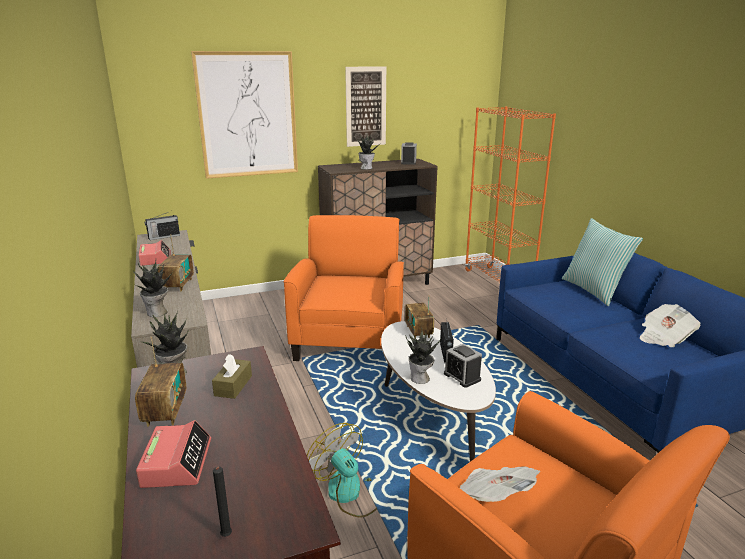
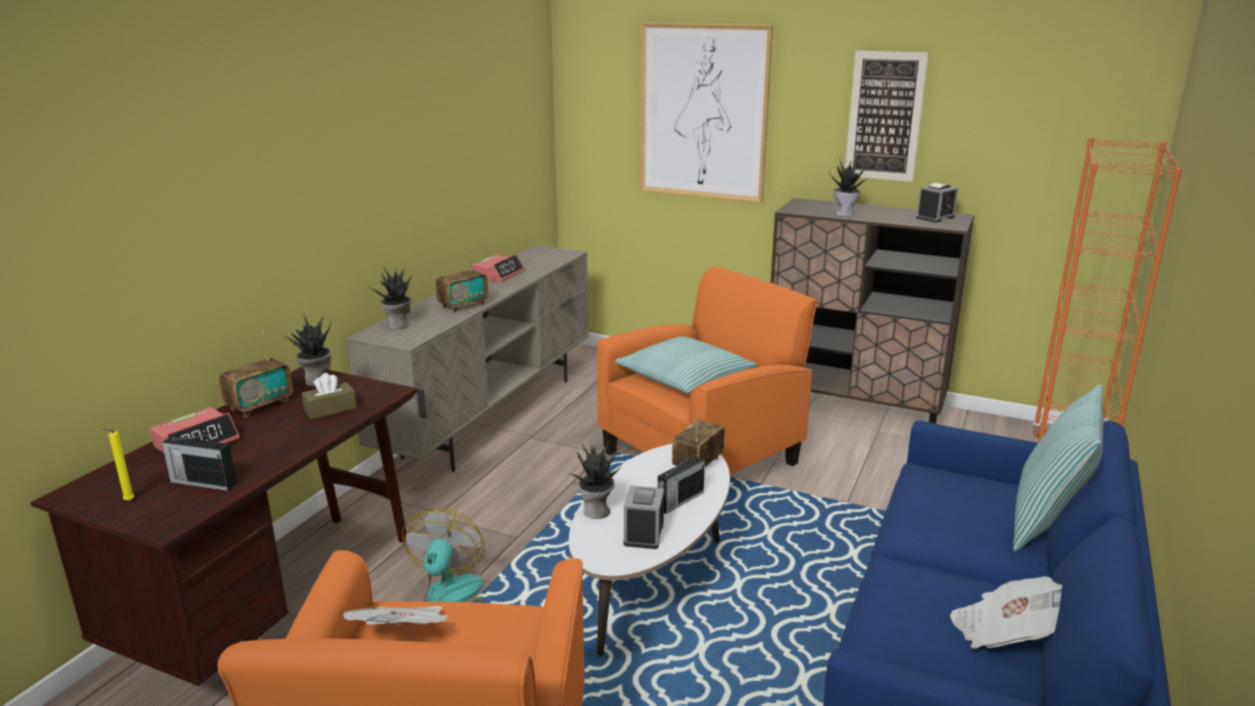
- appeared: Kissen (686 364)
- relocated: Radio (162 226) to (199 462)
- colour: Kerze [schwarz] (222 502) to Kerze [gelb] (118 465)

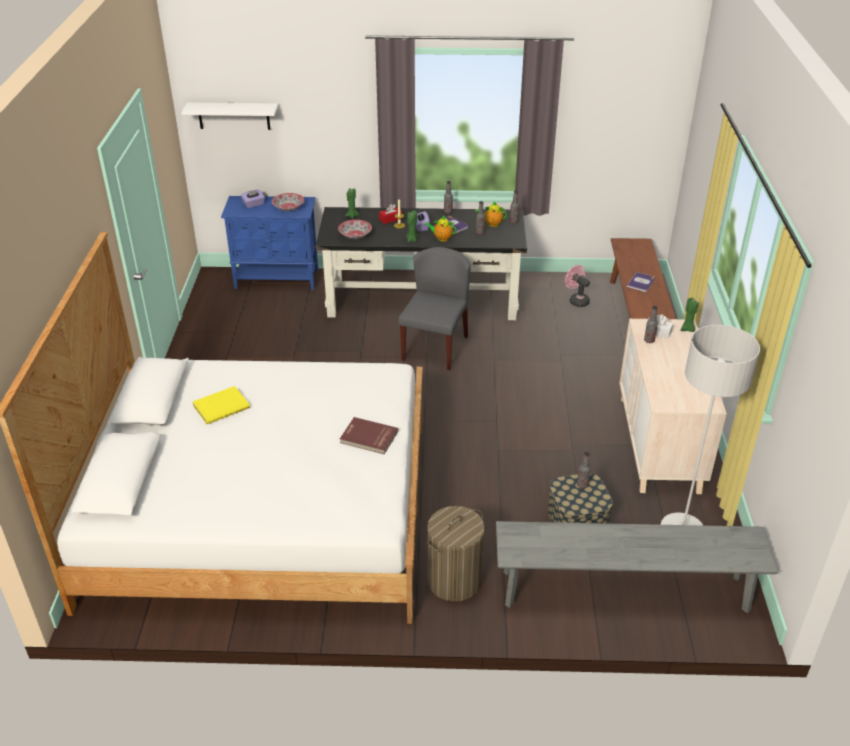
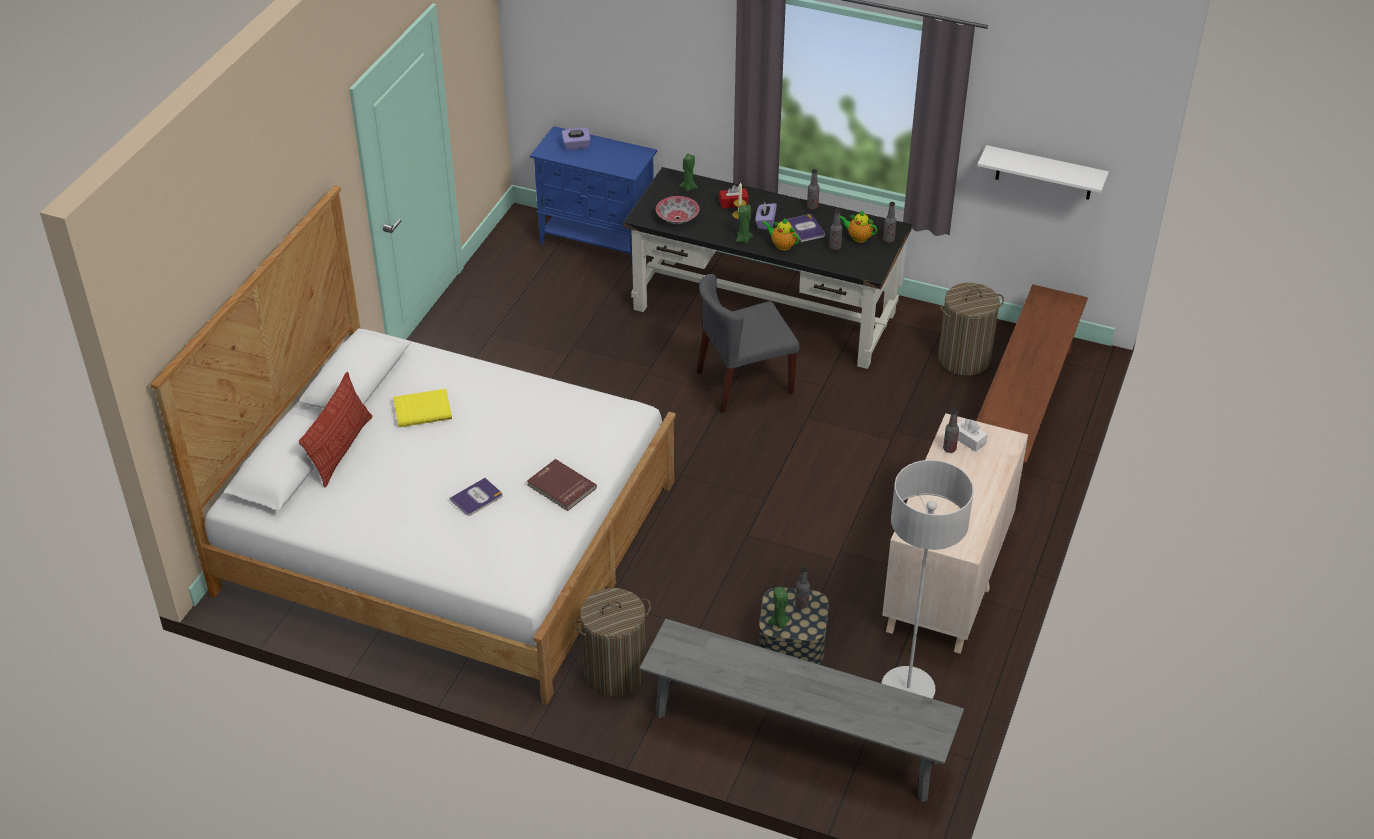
- missing: Schüssel (288 202)
- appeared: Kissen (336 430)
- relocated: Wandregal [weiß] (229 116) to (1043 172)
- relocated: Buch (641 282) to (476 497)
- relocated: Kerze [grün] (689 315) to (779 608)
- exchanged: Ventilator [rosa] (577 286) to Wäschekorb (971 329)
- spun: Stuhl [grau] (434 308) = (748 343) 150 degrees counterclockwise

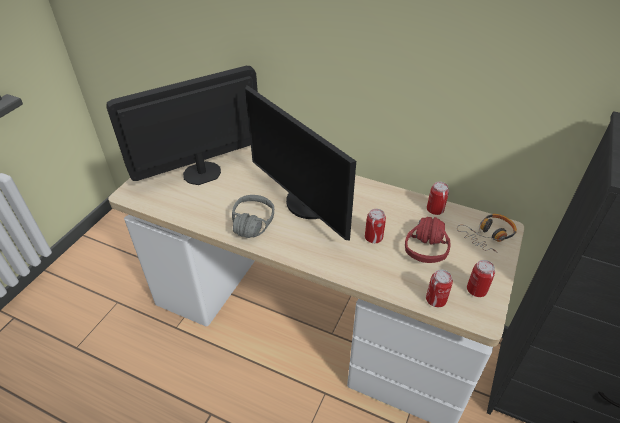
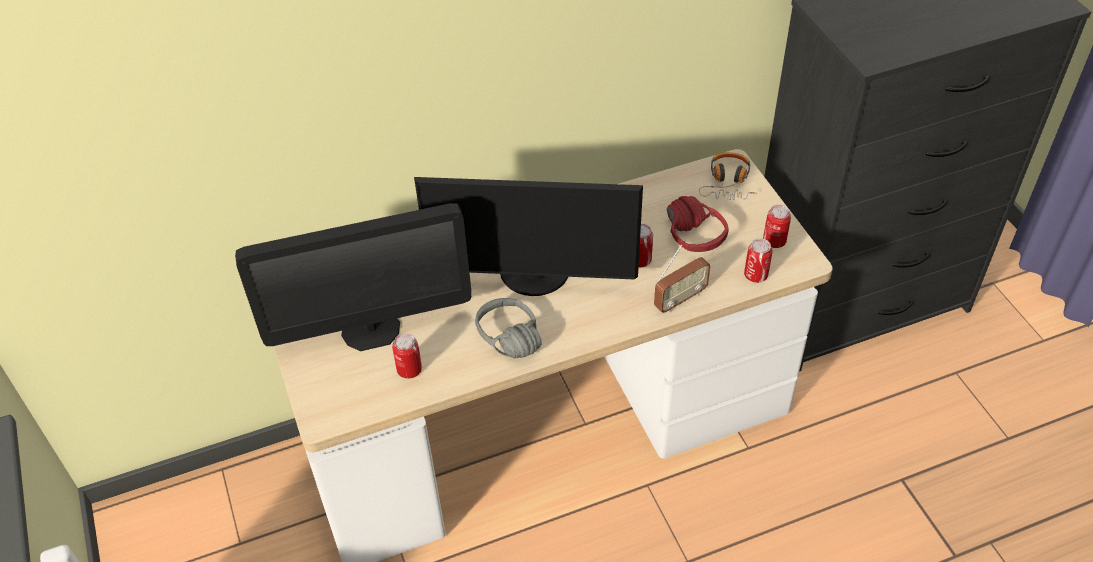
- appeared: Radio (682 278)
- relocated: Dose (438 198) to (407 356)
- spun: Monitor (182 125) = (353 277) 120 degrees counterclockwise

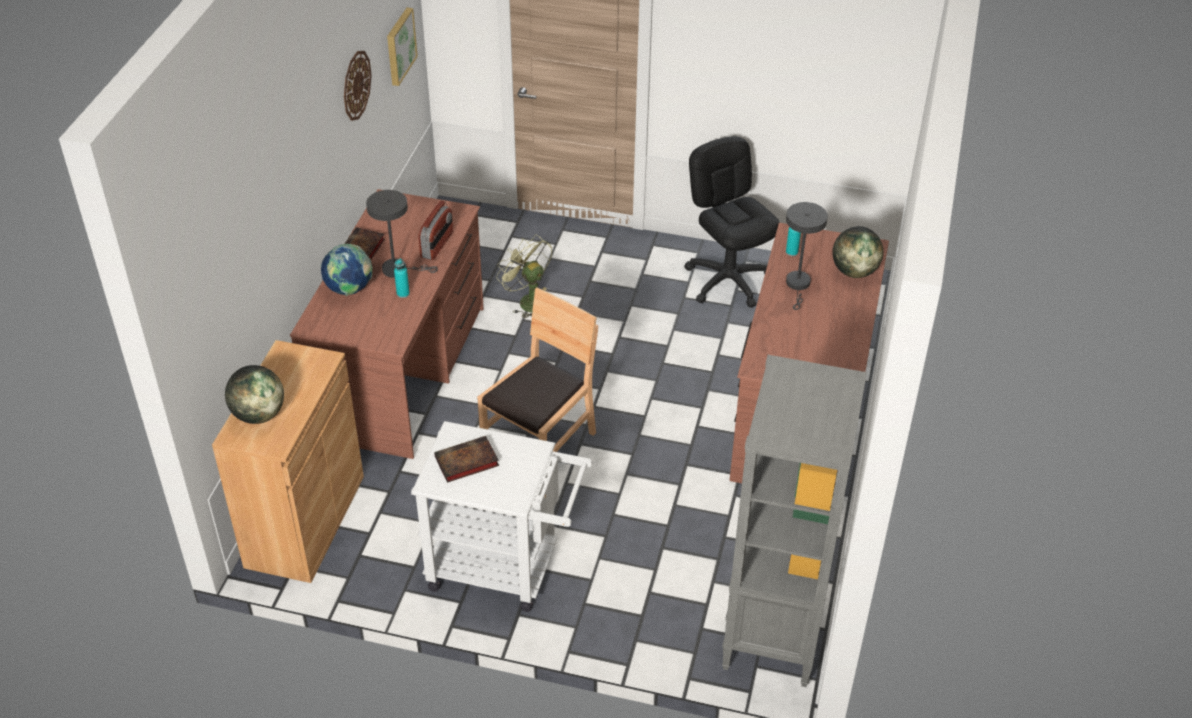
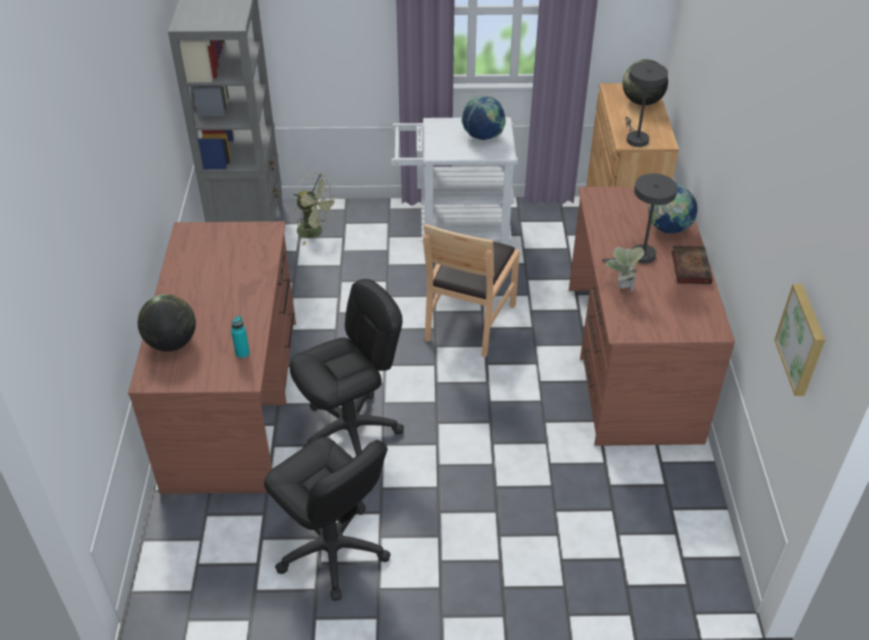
- missing: Wanduhr (358 86)
- missing: Flasche [türkis] (402 278)
- appeared: Bürostuhl [schwarz] (347 367)
- relocated: Ventilator [grün] (524 276) to (315 209)
- relocated: Tischlampe [grau] (807 256) to (646 104)
- exchanged: Radio (435 230) to Topfpflanze (625 269)
- exchanged: Buch (466 459) to Globus (483 118)

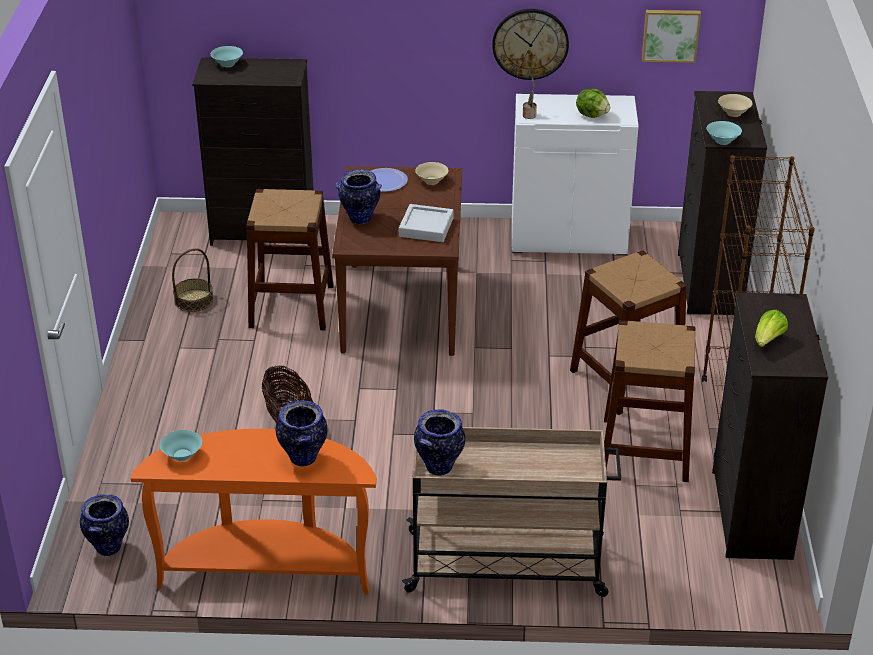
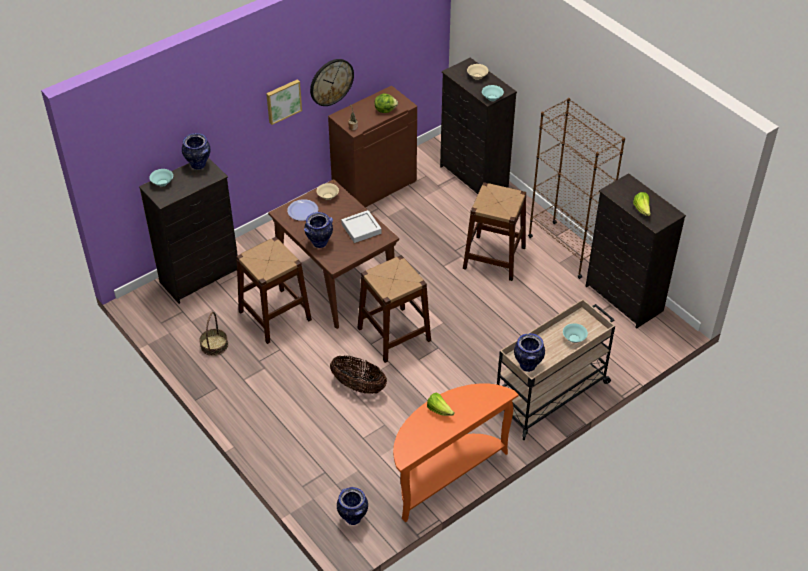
- appeared: Salatkopf (441 404)
- relocated: Schüssel [türkis] (181 445) to (575 333)
- relocated: Vase (302 433) to (196 151)
- relocated: Hocker [braun] (649 401) to (394 309)
- relocated: Bild (671 36) to (284 102)
- colour: Schrank [weiß] (575 174) to Schrank [braun] (372 147)

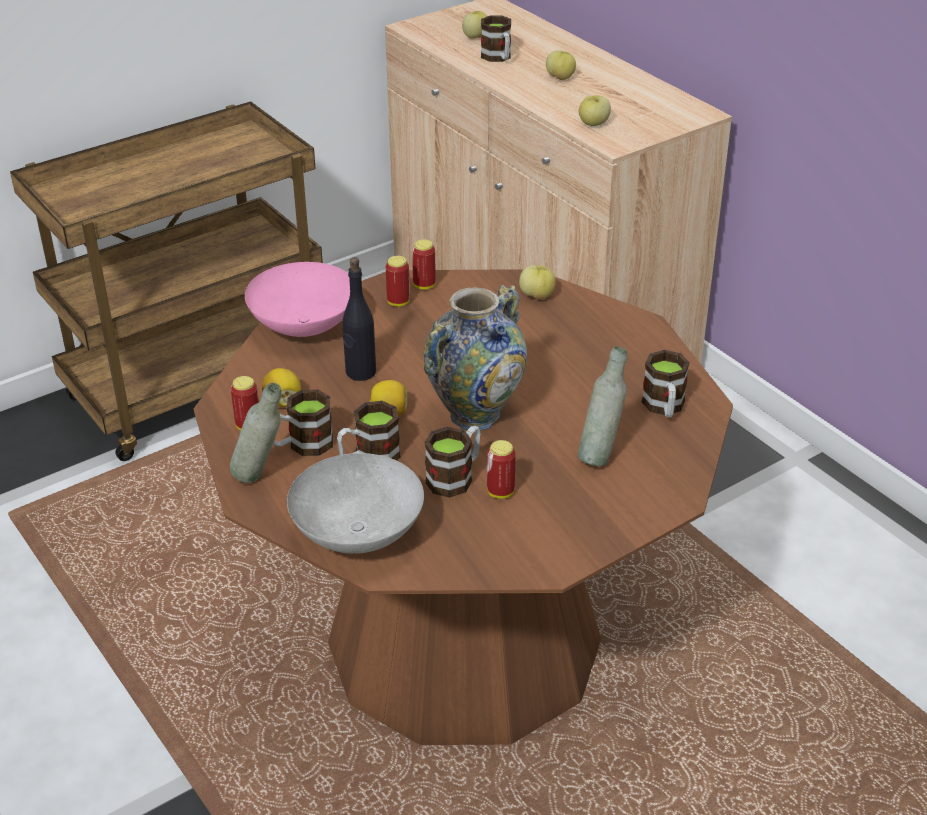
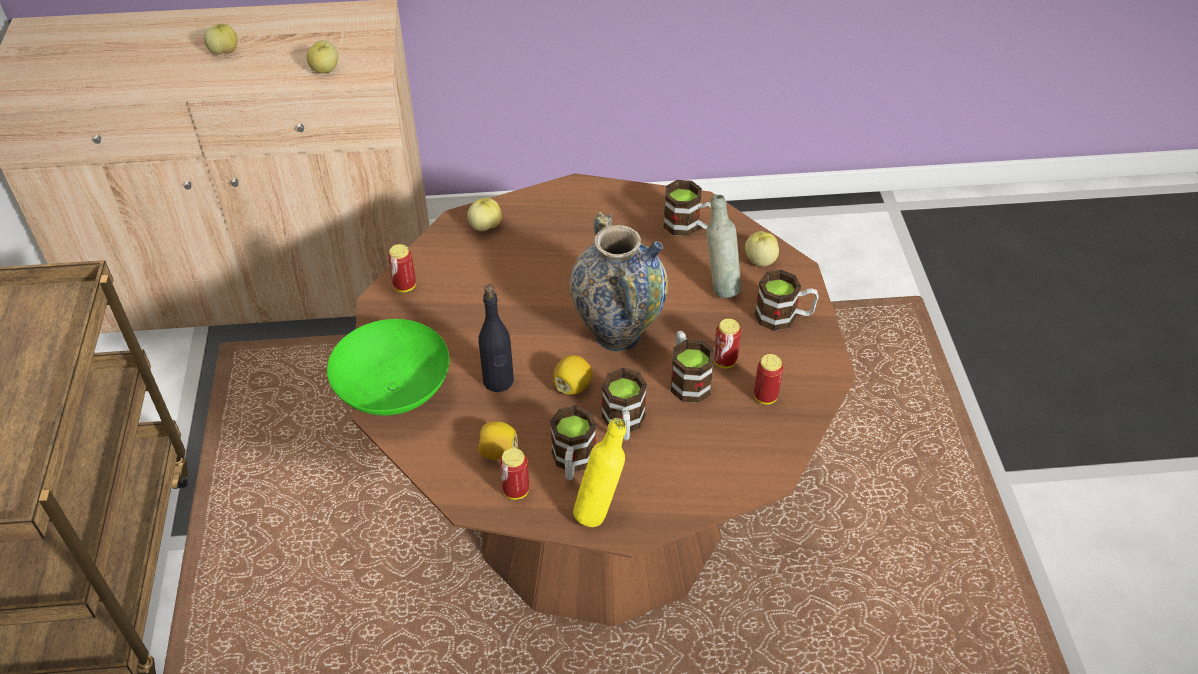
- missing: Schüssel [grau] (355 503)
- relocated: Dose (398 281) to (768 379)
- relocated: Apfel (474 25) to (762 249)
- relocated: Henkelbecher (496 38) to (787 300)
- colour: Flasche [grau] (255 433) to Flasche [gelb] (599 472)
- colour: Schüssel [rosa] (297 299) to Schüssel [grün] (388 367)

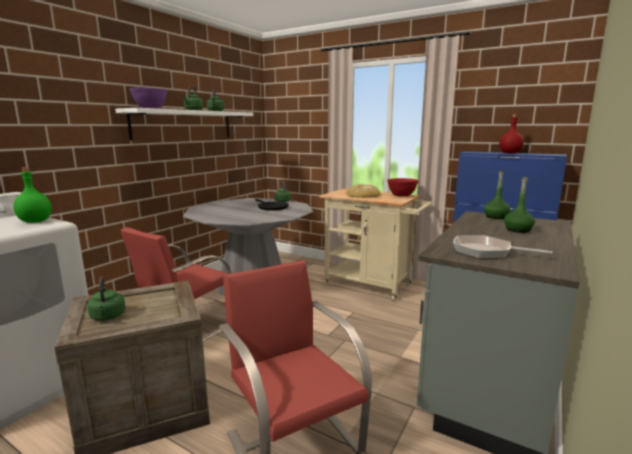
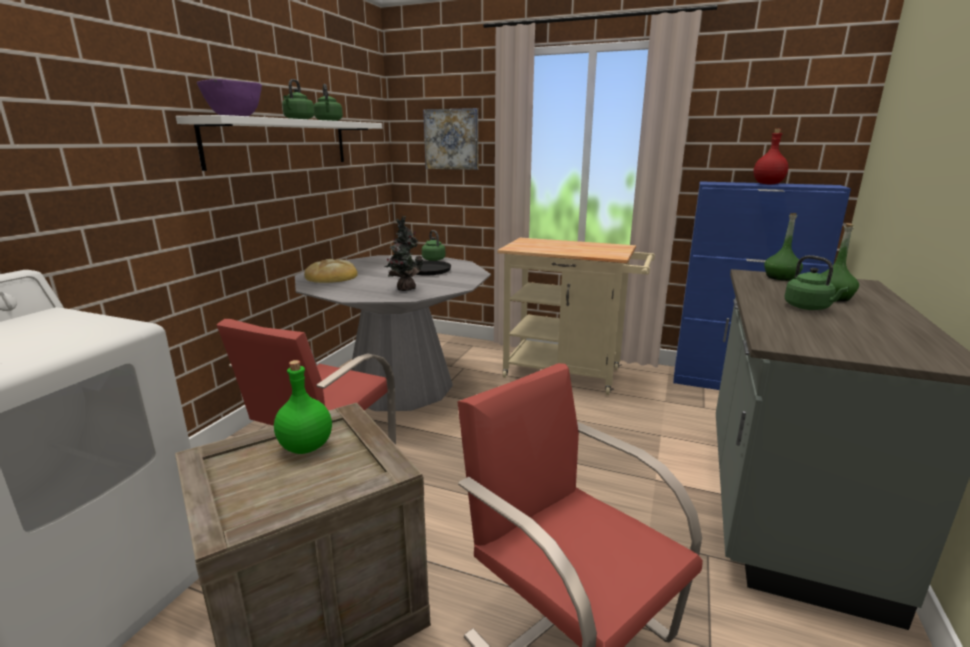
- missing: Schüssel [rot] (402 187)
- missing: Pfanne (502 247)
- appeared: Topfpflanze (404 253)
- appeared: Bild (450 139)
- relocated: Flasche [grün] (32 195) to (303 407)
- relocated: Wasserkessel [grün] (106 299) to (817 282)
- relocated: Brot (363 191) to (331 271)

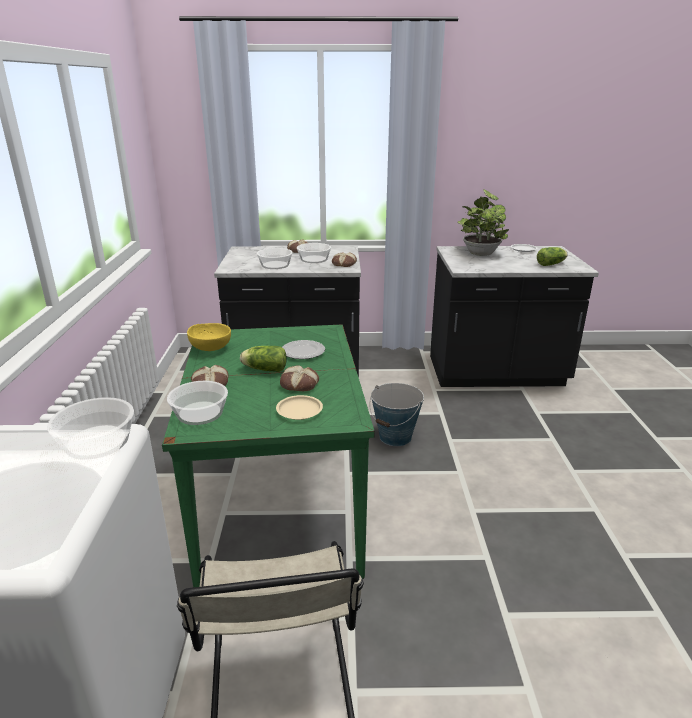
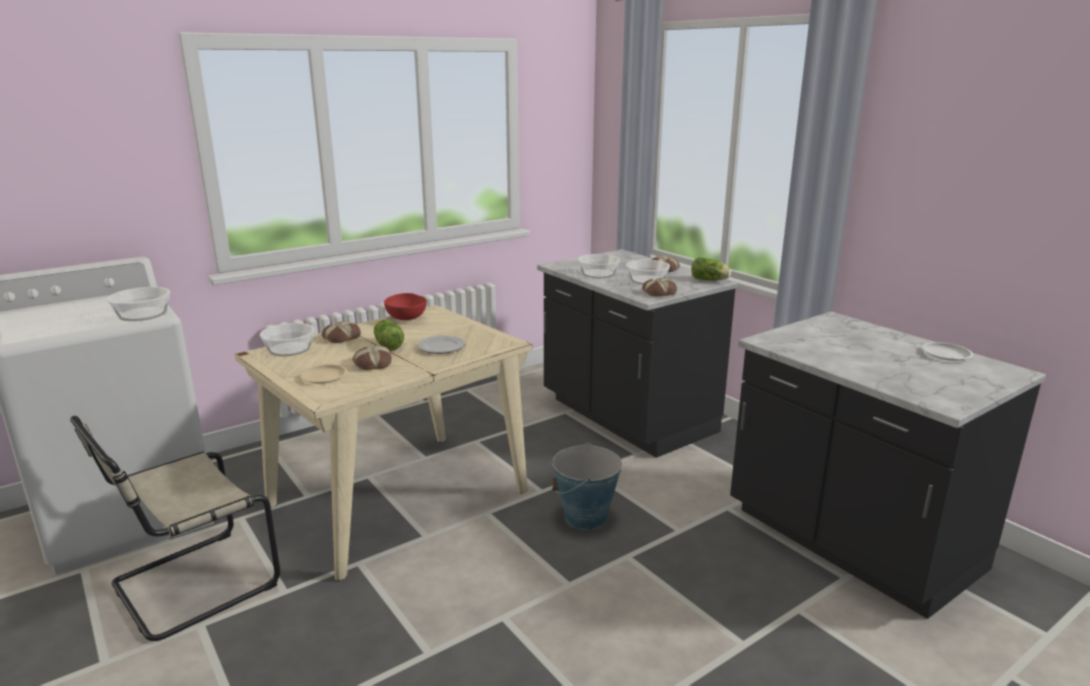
- missing: Topfpflanze (483 222)
- relocated: Salatkopf (552 256) to (711 269)
- colour: Esstisch [grün] (268 455) to Esstisch [beige] (383 443)
- colour: Schüssel [gelb] (209 337) to Schüssel [rot] (405 306)

